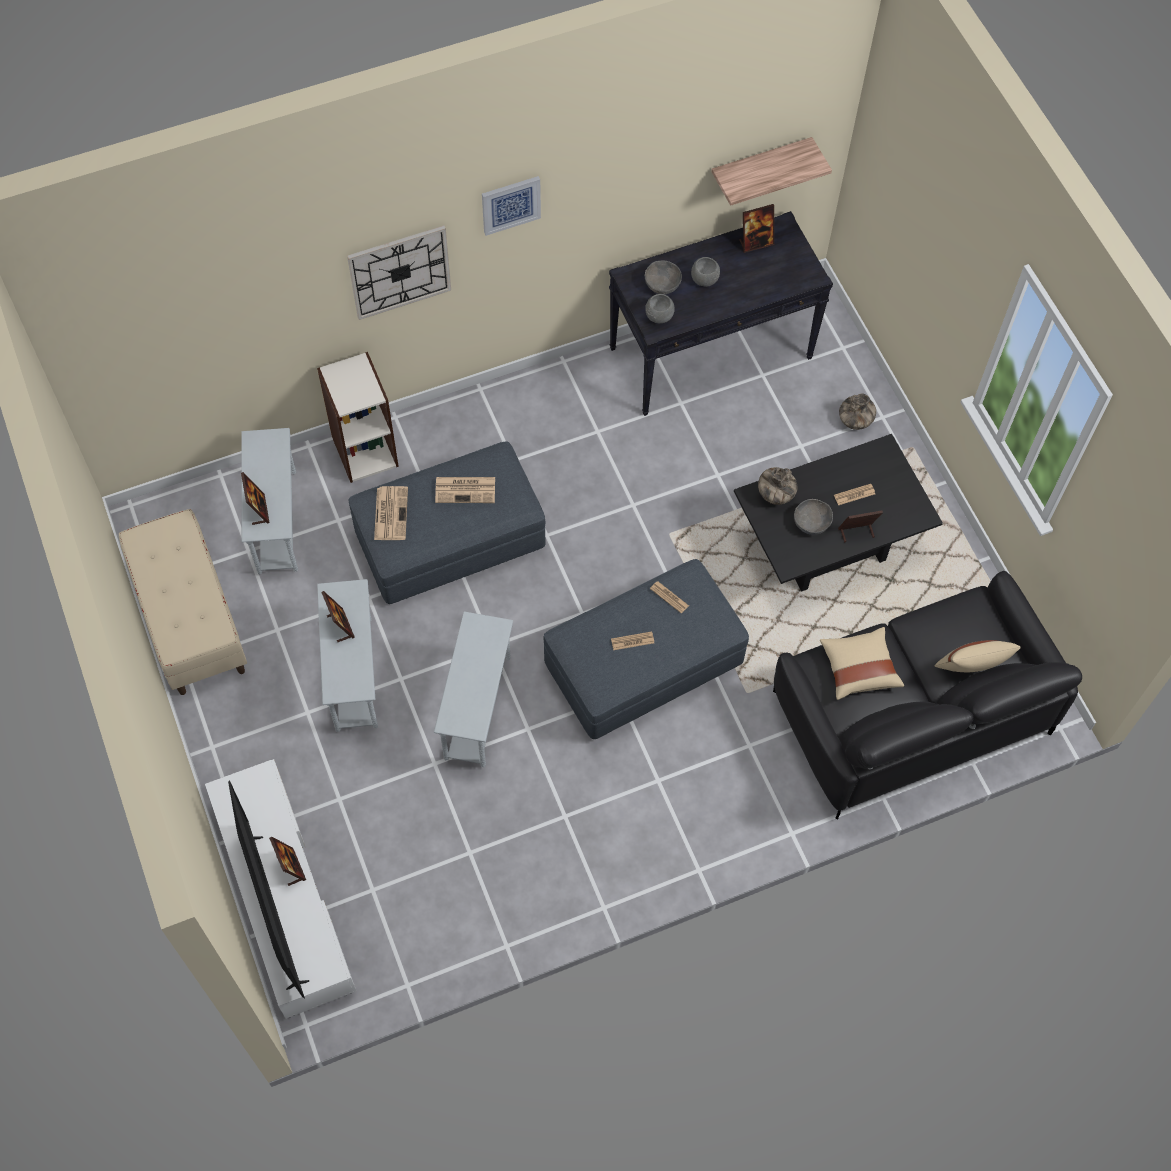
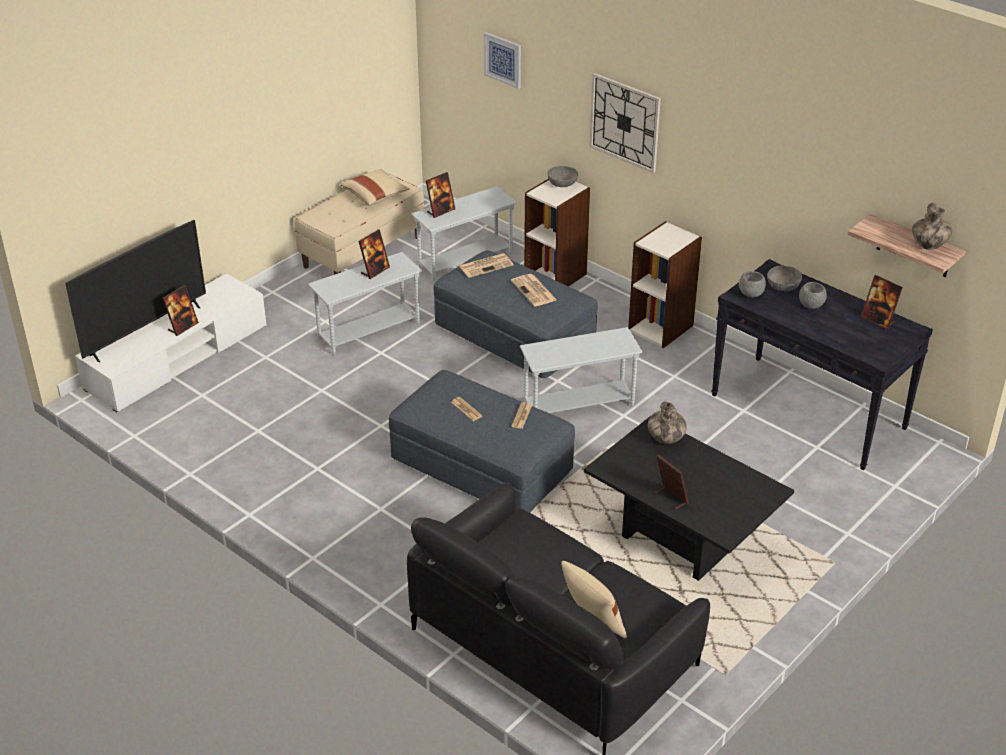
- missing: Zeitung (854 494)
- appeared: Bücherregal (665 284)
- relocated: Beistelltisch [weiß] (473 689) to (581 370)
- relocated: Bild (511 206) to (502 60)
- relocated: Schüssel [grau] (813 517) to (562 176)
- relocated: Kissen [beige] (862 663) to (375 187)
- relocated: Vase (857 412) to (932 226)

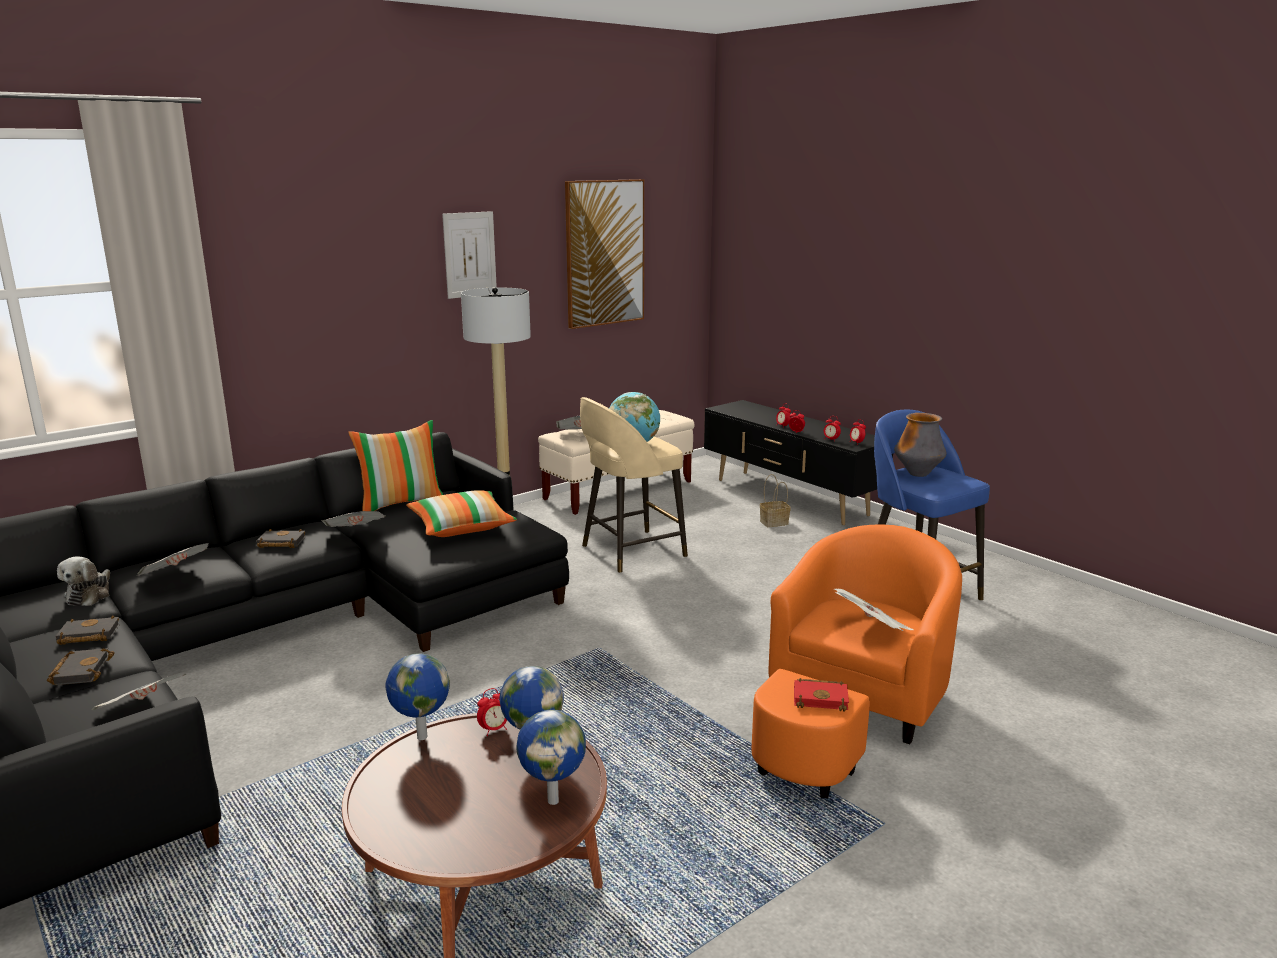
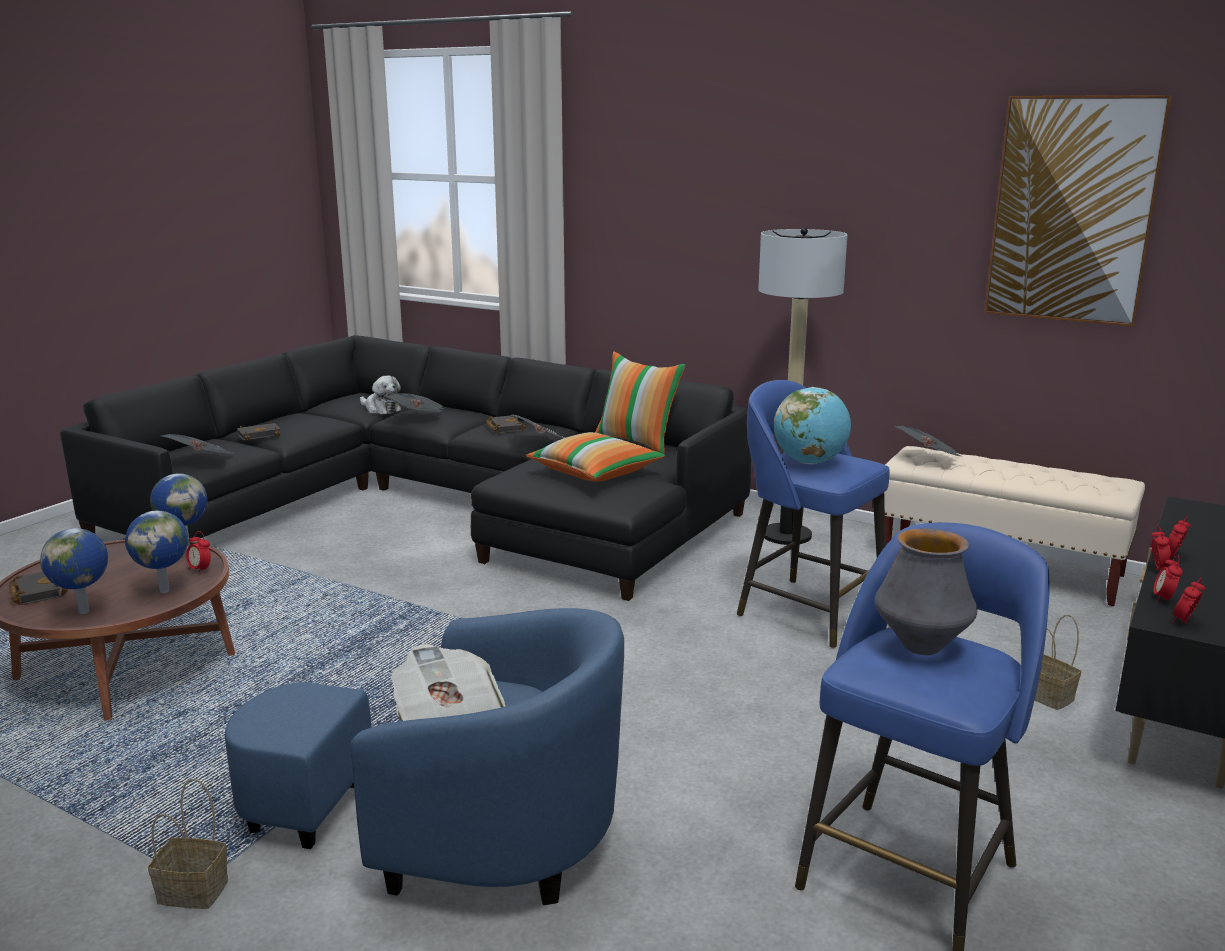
- missing: Bild (469 255)
- missing: Buch [rot] (821 695)
- appeared: Korb (188 844)
- relocated: Buch [schwarz] (88 630) to (38 588)
- colour: Hocker [beige] (634 485) to Hocker [blau] (813 514)
- colour: Sessel [orange] (856 661) to Sessel [blau] (424 756)
- spun: Plüschtier (83 581) = (380 395) 120 degrees counterclockwise

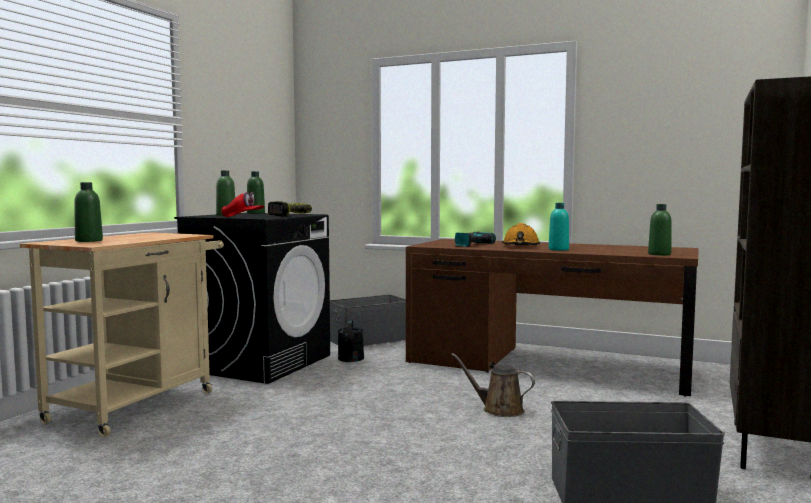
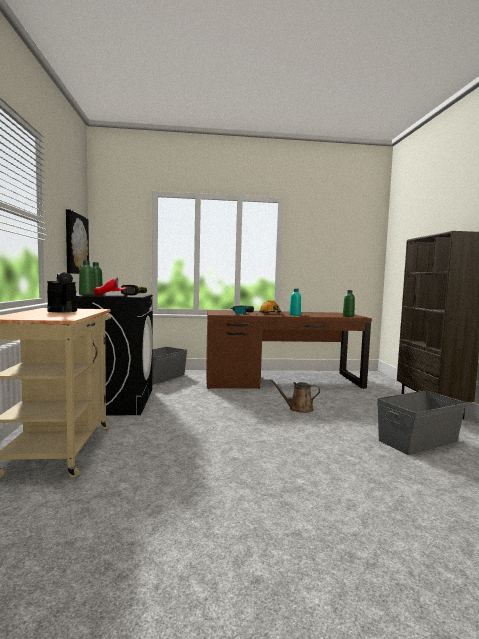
- missing: Flasche [grün] (88 212)
- appeared: Bild (77 241)
- relocated: Gießkanne [schwarz] (351 341) to (62 292)

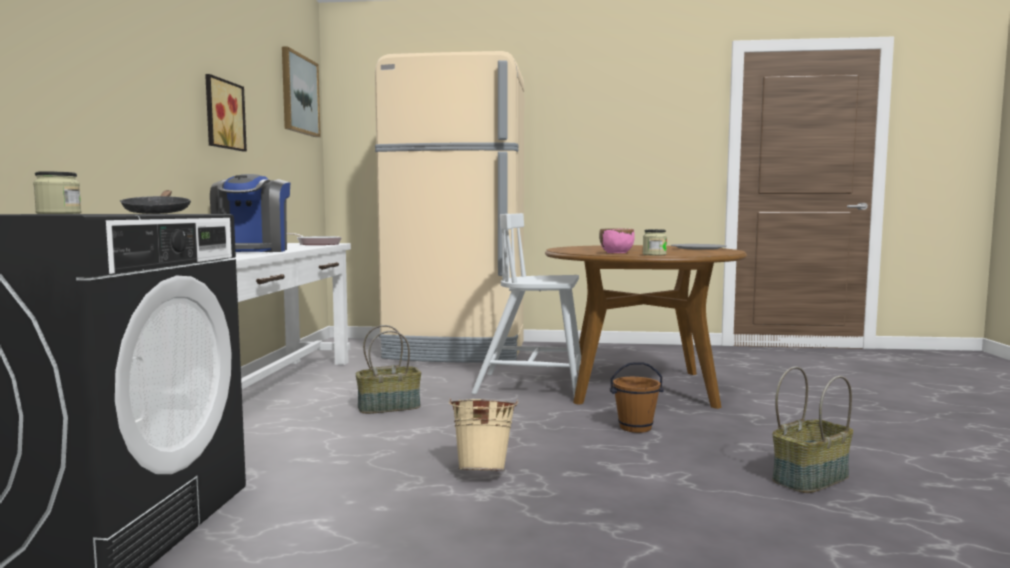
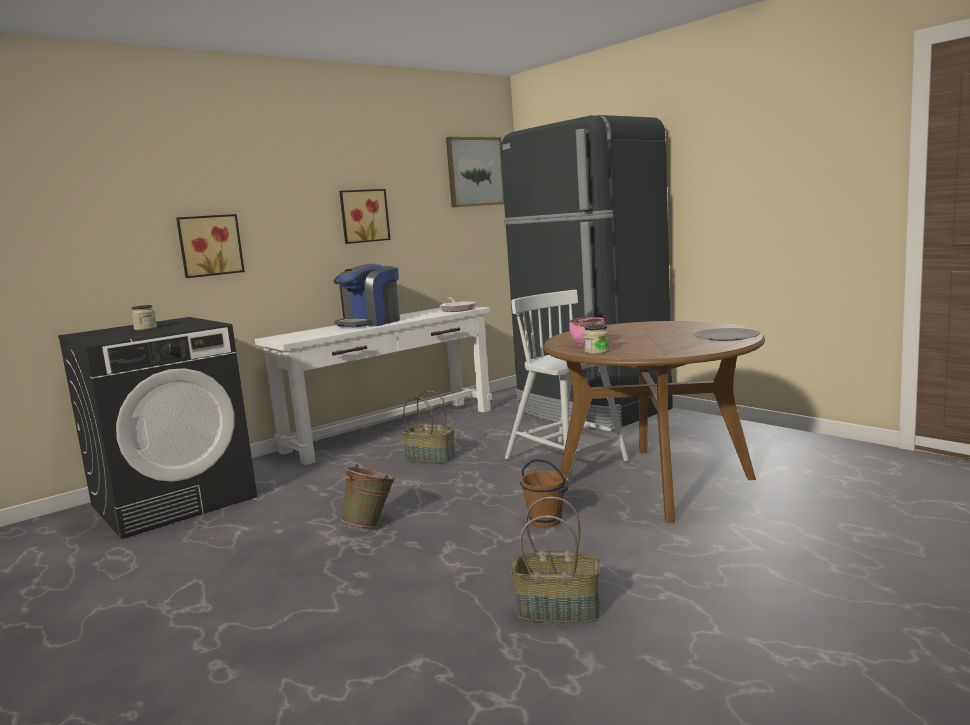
- missing: Pfanne [schwarz] (155 202)
- appeared: Bild (210 246)
- colour: Kühlschrank [beige] (449 206) to Kühlschrank [schwarz] (587 273)
- colour: Eimer [beige] (483 434) to Eimer [grün] (368 496)

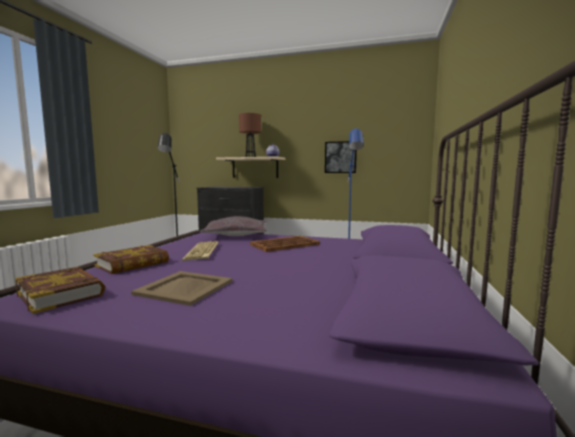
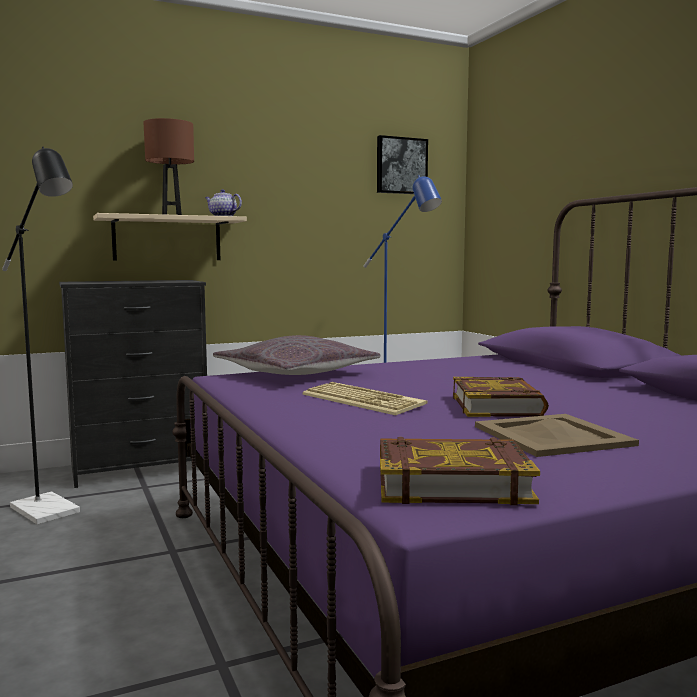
- missing: Tablett [braun] (285 244)
- relocated: Buch (131 259) to (501 397)
- relocated: Bild (341 157) to (402 164)

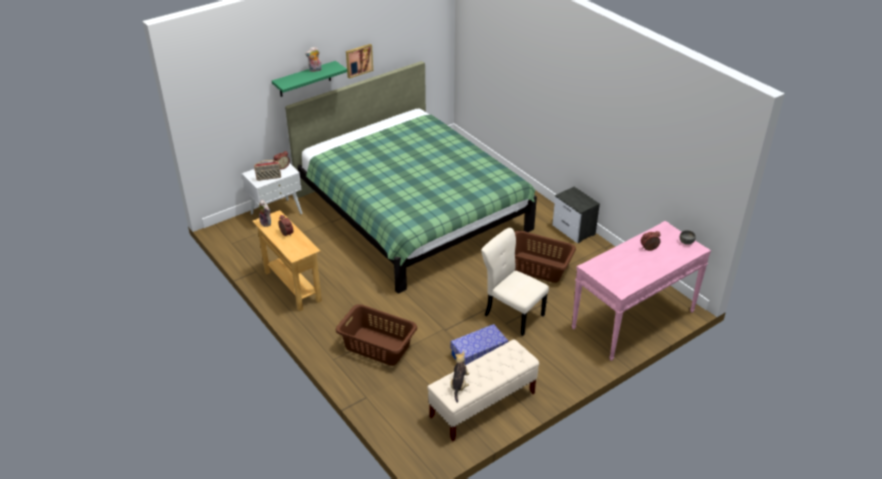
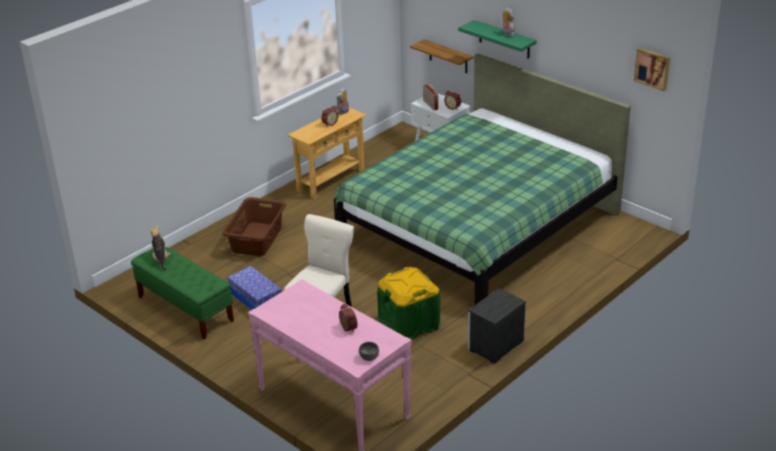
- appeared: Wandregal (441 56)
- relocated: Bild (359 61) to (652 69)
- exchanged: Wäschekorb [braun] (545 257) to Aufbewahrungsbox [grün] (408 303)
- colour: Bank [beige] (483 390) to Bank [grün] (182 292)
- spun: Plüschtier (459 377) = (160 247) 105 degrees counterclockwise

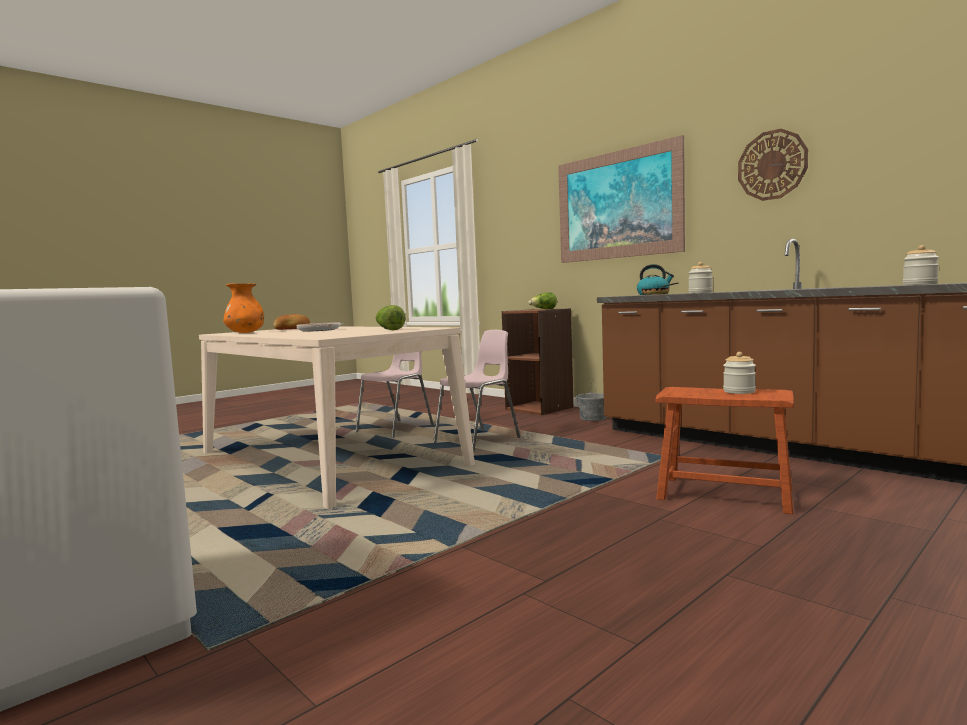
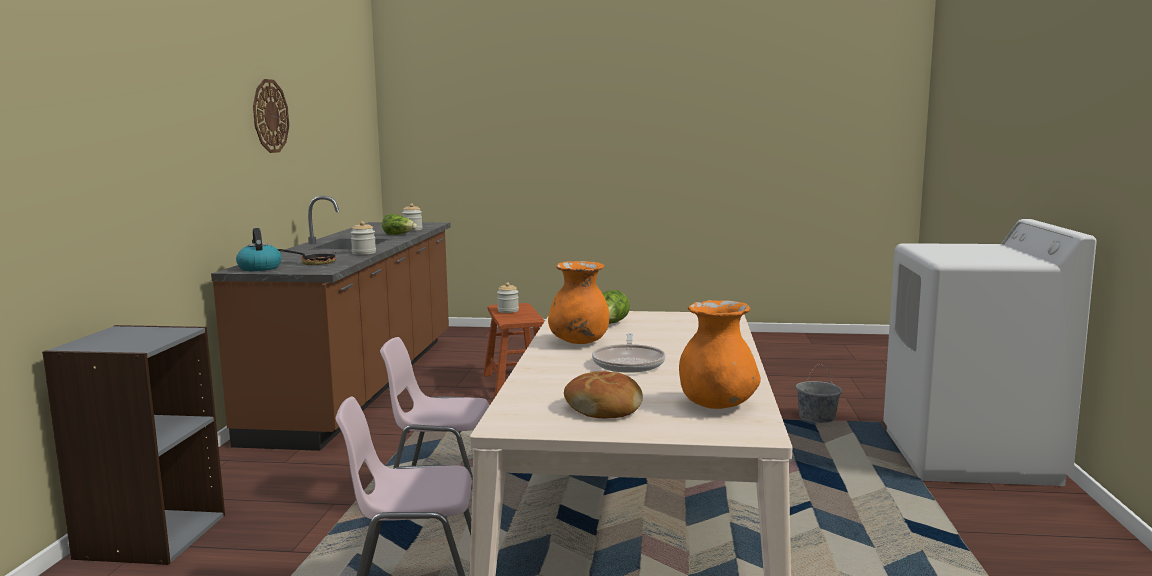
- missing: Bild (621 199)
- appeared: Vase [orange] (578 302)
- relocated: Salatkopf (542 300) to (399 224)
- relocated: Eimer [grau] (591 399) to (819 393)
- colour: Bücherregal [braun] (538 361) to Bücherregal [grau] (133 445)

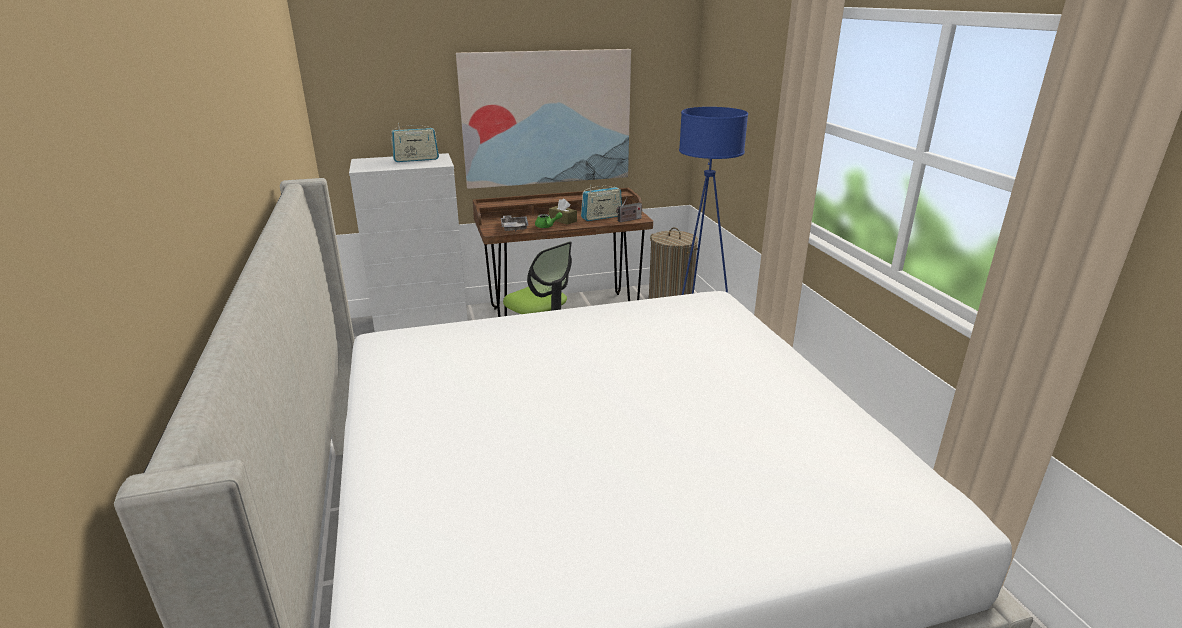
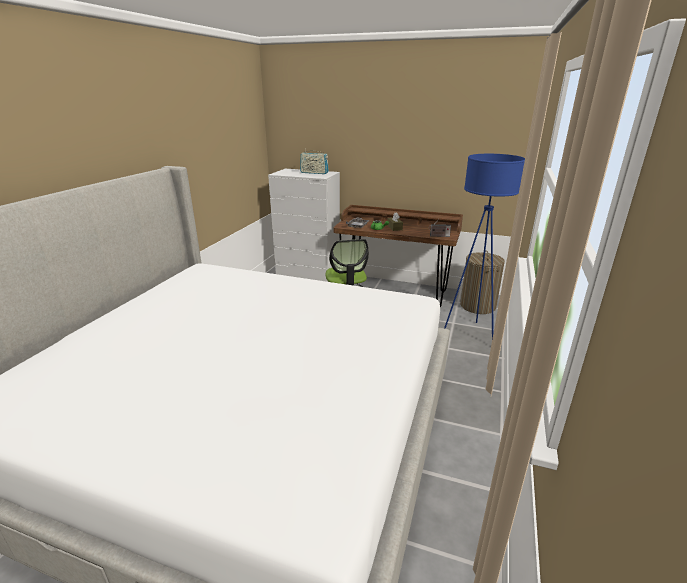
- missing: Bild (543 119)
- missing: Radio (601 203)

